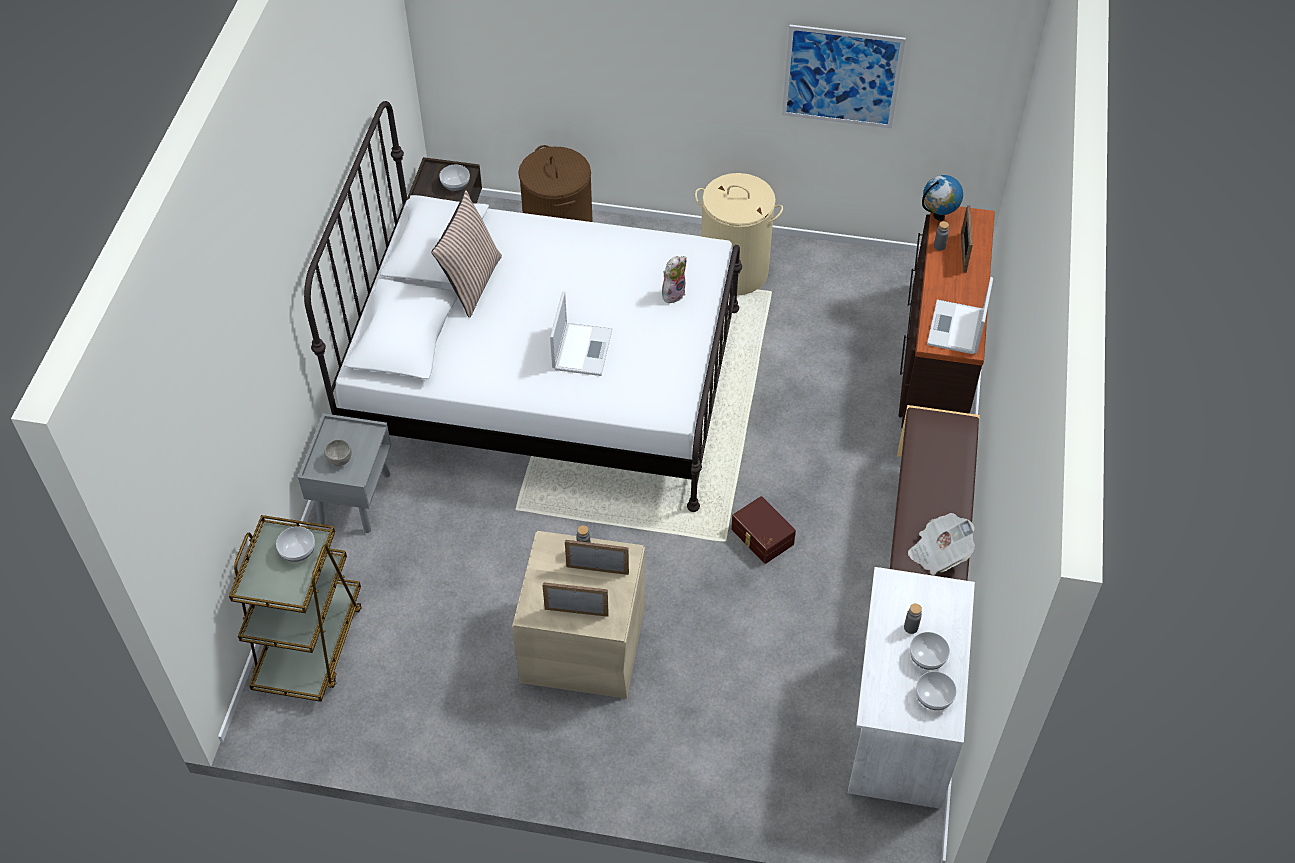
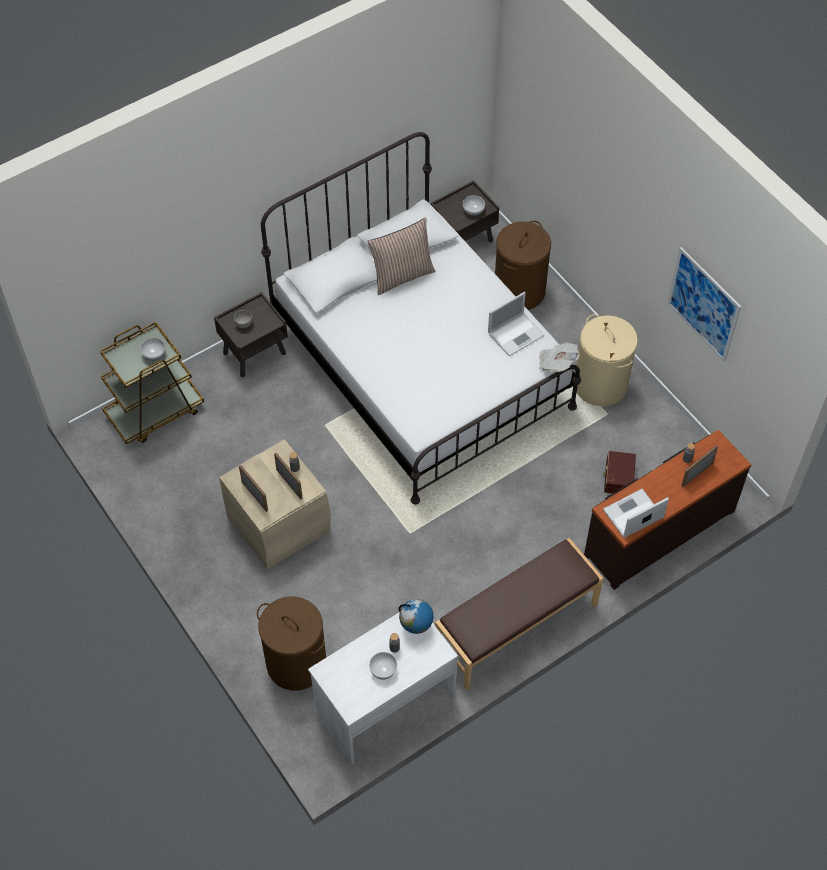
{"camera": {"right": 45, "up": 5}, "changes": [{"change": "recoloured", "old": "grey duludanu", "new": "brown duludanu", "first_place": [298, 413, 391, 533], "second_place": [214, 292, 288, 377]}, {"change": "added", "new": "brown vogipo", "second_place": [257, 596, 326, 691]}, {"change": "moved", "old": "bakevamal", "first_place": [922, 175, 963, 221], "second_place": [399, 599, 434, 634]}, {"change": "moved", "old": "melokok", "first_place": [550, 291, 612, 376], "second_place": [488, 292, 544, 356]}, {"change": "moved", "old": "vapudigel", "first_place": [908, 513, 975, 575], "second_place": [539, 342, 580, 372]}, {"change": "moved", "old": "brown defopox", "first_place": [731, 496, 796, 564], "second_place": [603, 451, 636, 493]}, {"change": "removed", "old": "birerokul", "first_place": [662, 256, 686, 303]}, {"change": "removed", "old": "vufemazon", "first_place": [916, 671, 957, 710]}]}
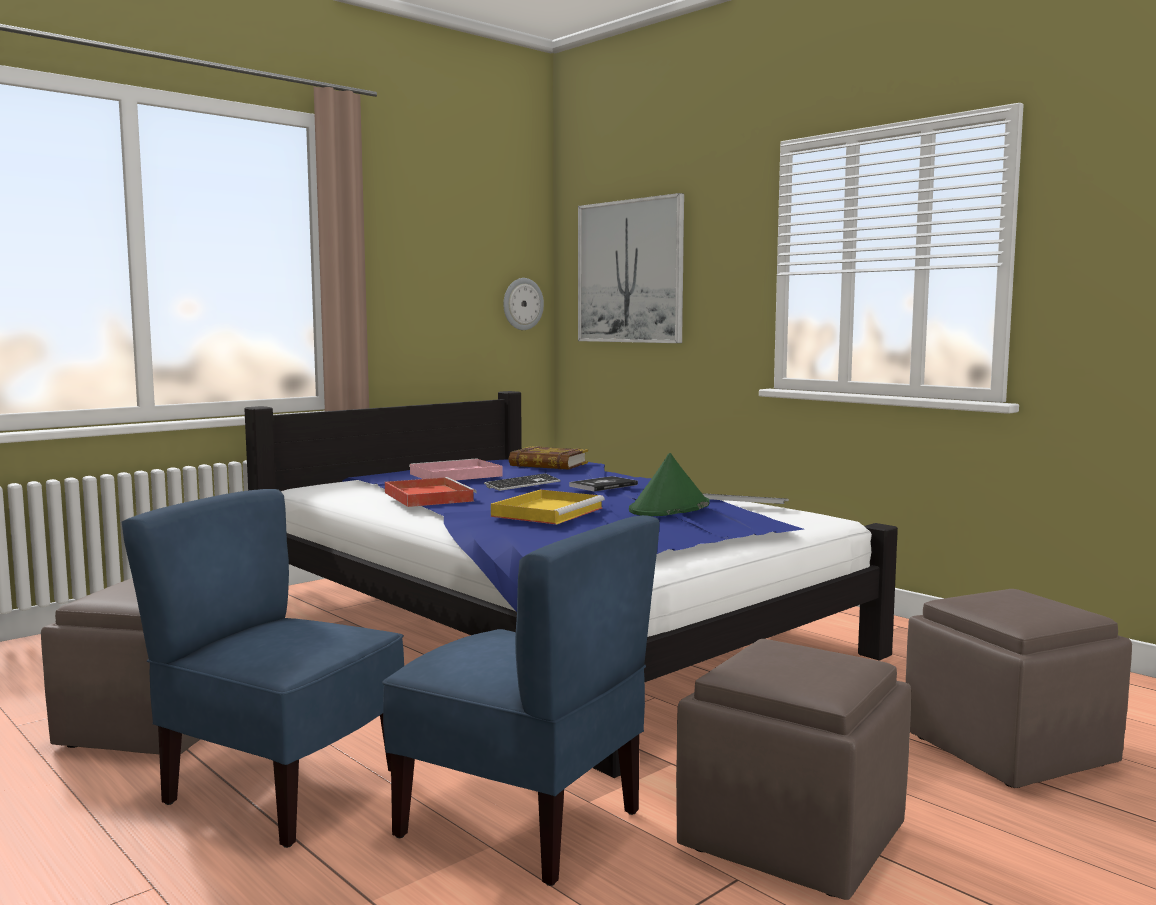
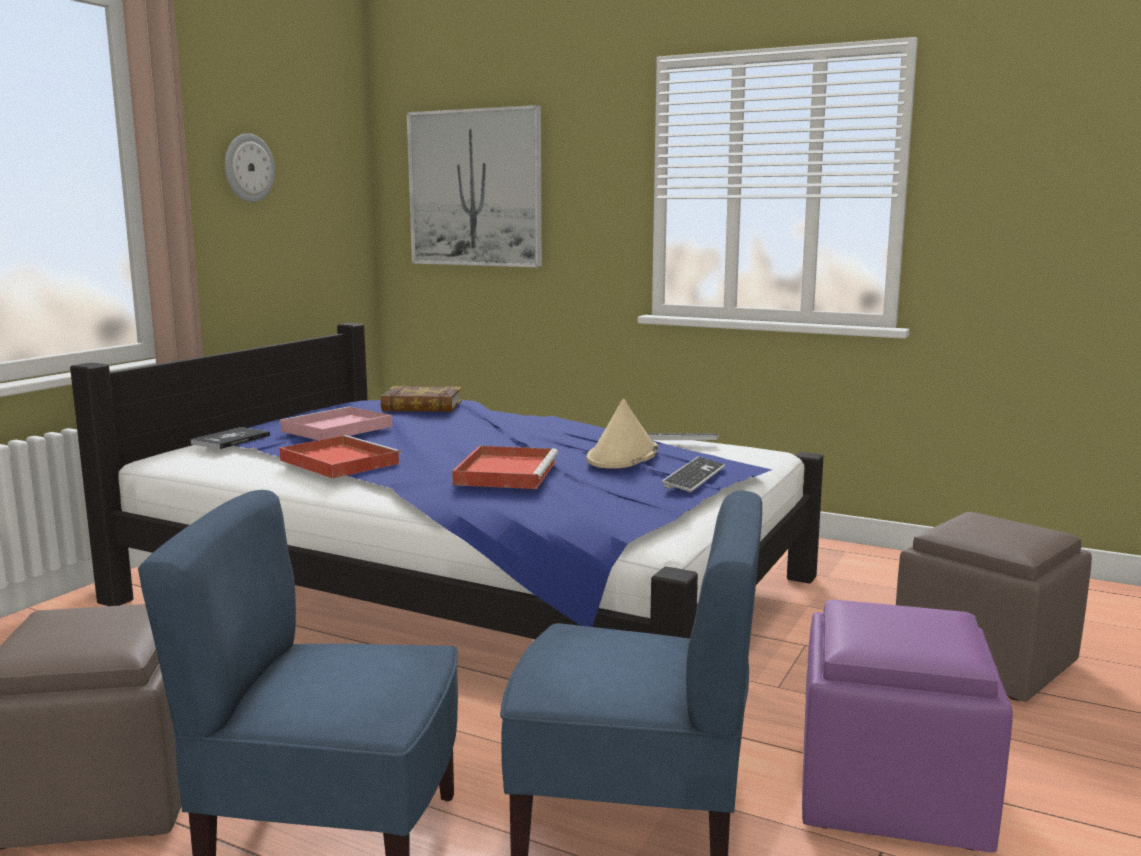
{"camera": {"right": -20, "up": 5}, "changes": [{"change": "moved", "old": "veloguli", "first_place": [569, 476, 638, 492], "second_place": [190, 427, 270, 449]}, {"change": "moved", "old": "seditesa", "first_place": [503, 278, 544, 330], "second_place": [225, 133, 275, 202]}, {"change": "recoloured", "old": "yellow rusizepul", "new": "red rusizepul", "first_place": [491, 490, 605, 525], "second_place": [452, 446, 558, 489]}, {"change": "recoloured", "old": "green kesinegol", "new": "beige kesinegol", "first_place": [629, 453, 710, 516], "second_place": [587, 399, 658, 469]}, {"change": "moved", "old": "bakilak", "first_place": [484, 473, 560, 491], "second_place": [662, 457, 725, 492]}, {"change": "recoloured", "old": "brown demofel", "new": "purple demofel", "first_place": [676, 639, 911, 900], "second_place": [802, 600, 1013, 853]}]}
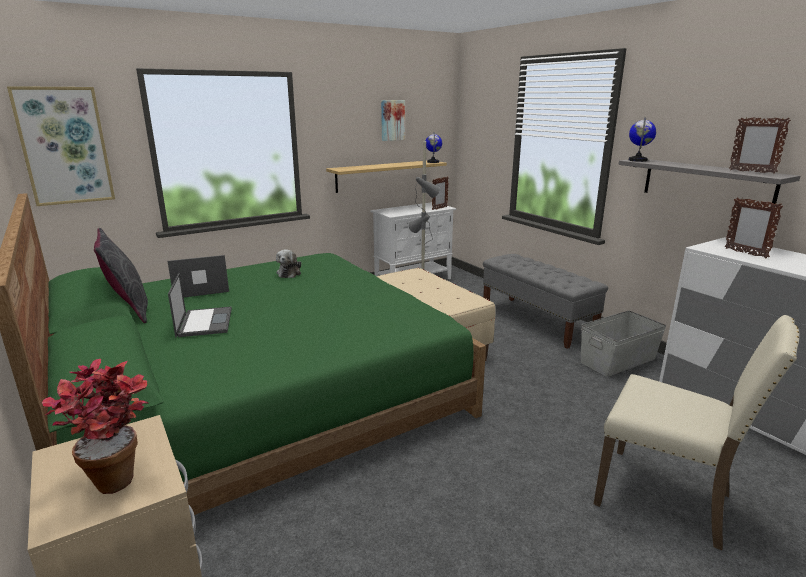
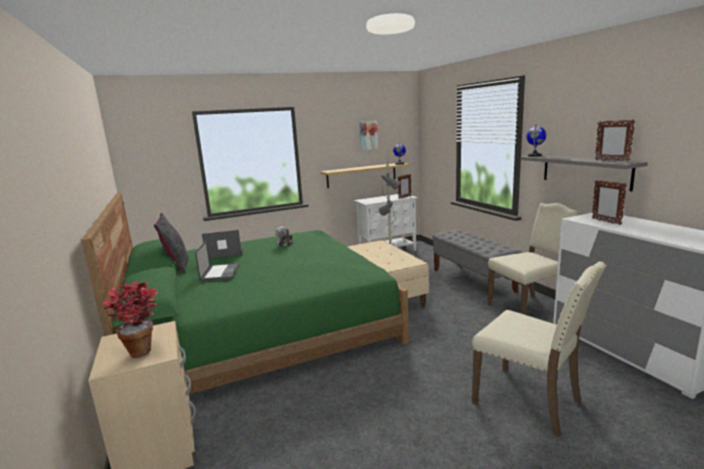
{"camera": {"right": 10, "up": -5}, "changes": [{"change": "replaced", "old": "grey defopox", "new": "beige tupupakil", "first_place": [581, 311, 666, 377], "second_place": [487, 203, 580, 315]}, {"change": "removed", "old": "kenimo", "first_place": [7, 86, 115, 206]}]}
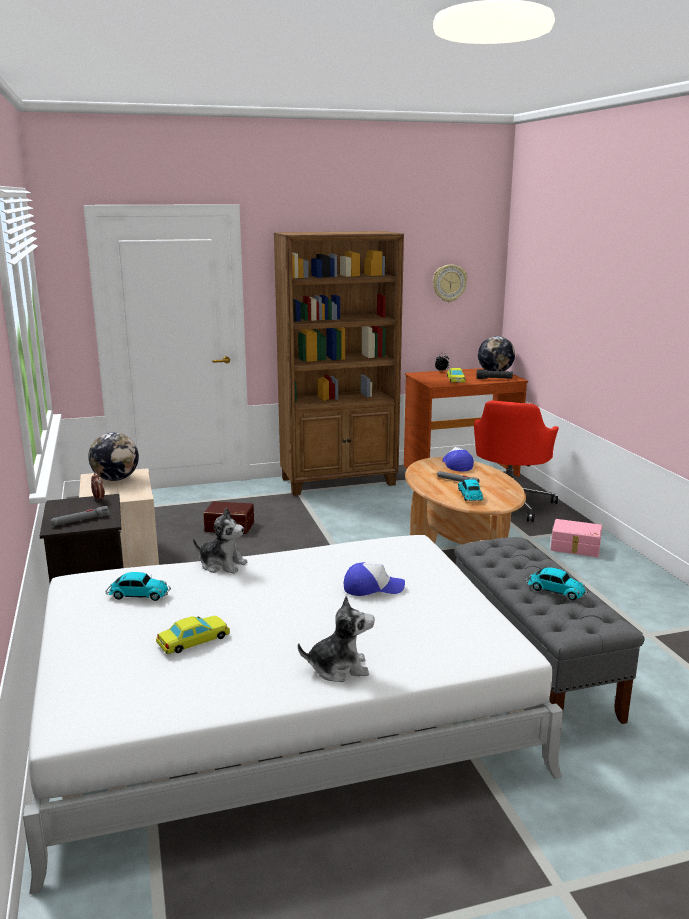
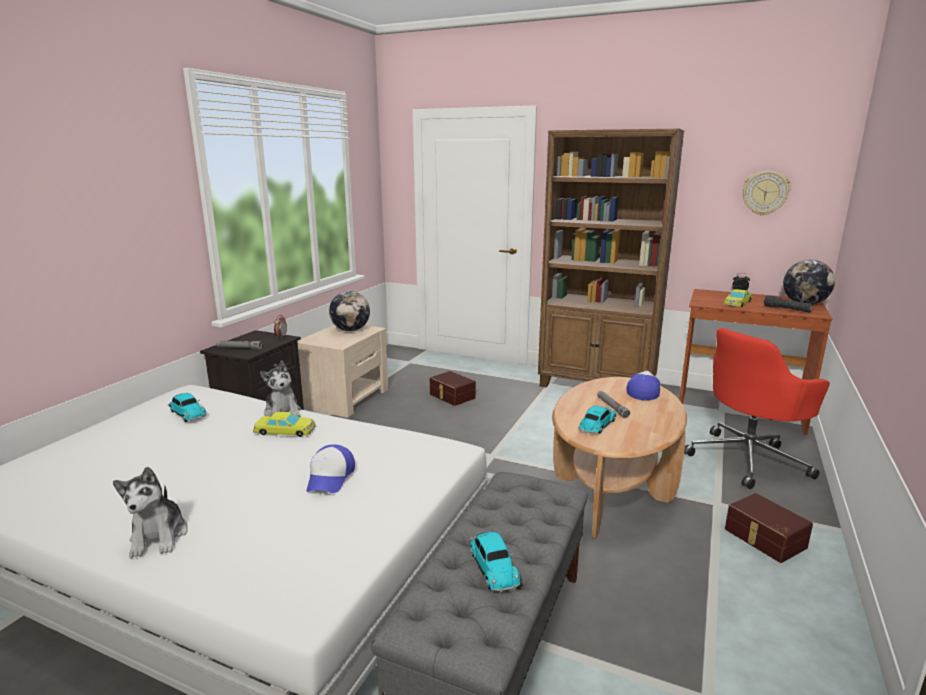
{"camera": {"right": 40, "up": 0}, "changes": [{"change": "turned", "old": "birerokul", "first_place": [298, 595, 375, 682], "second_place": [113, 467, 188, 558], "degrees": 45}, {"change": "moved", "old": "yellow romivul", "first_place": [156, 616, 230, 654], "second_place": [253, 412, 315, 437]}, {"change": "turned", "old": "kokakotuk", "first_place": [344, 562, 405, 596], "second_place": [307, 445, 355, 493], "degrees": 60}, {"change": "recoloured", "old": "pink defopox", "new": "brown defopox", "first_place": [551, 519, 602, 557], "second_place": [725, 493, 813, 563]}]}
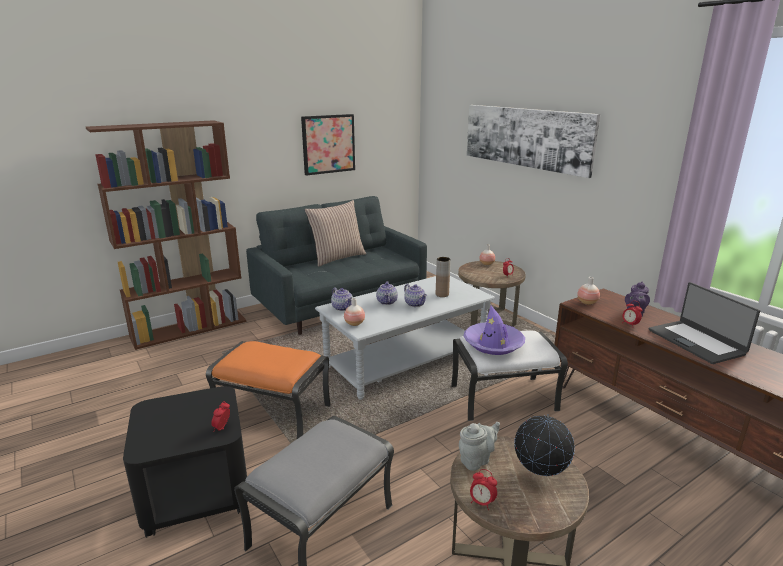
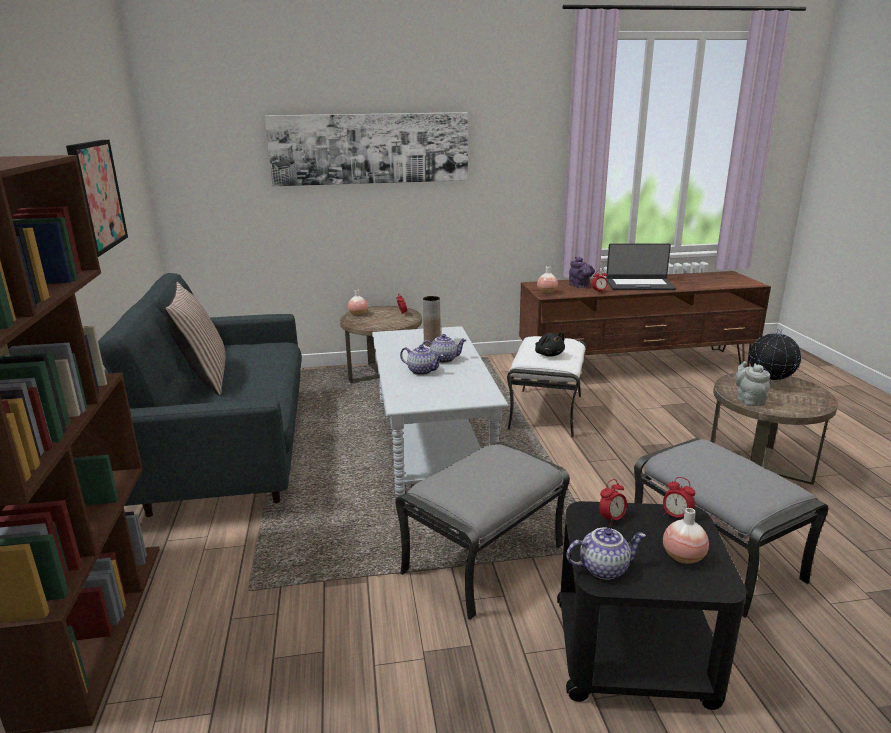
{"camera": {"right": -65, "up": 0}, "changes": [{"change": "recoloured", "old": "orange demofel", "new": "grey demofel", "first_place": [206, 341, 331, 439], "second_place": [396, 442, 570, 620]}, {"change": "replaced", "old": "purple kesinegol", "new": "black birerokul", "first_place": [463, 306, 525, 355], "second_place": [535, 332, 565, 357]}, {"change": "moved", "old": "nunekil", "first_place": [331, 288, 353, 311], "second_place": [566, 528, 646, 580]}, {"change": "moved", "old": "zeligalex", "first_place": [470, 469, 497, 510], "second_place": [599, 479, 627, 526]}, {"change": "moved", "old": "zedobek", "first_place": [344, 298, 365, 326], "second_place": [663, 508, 709, 564]}]}
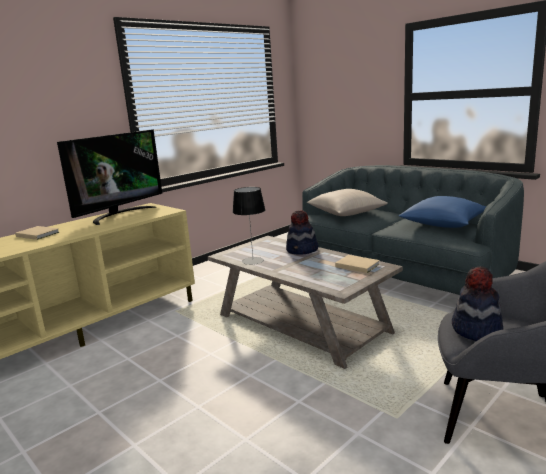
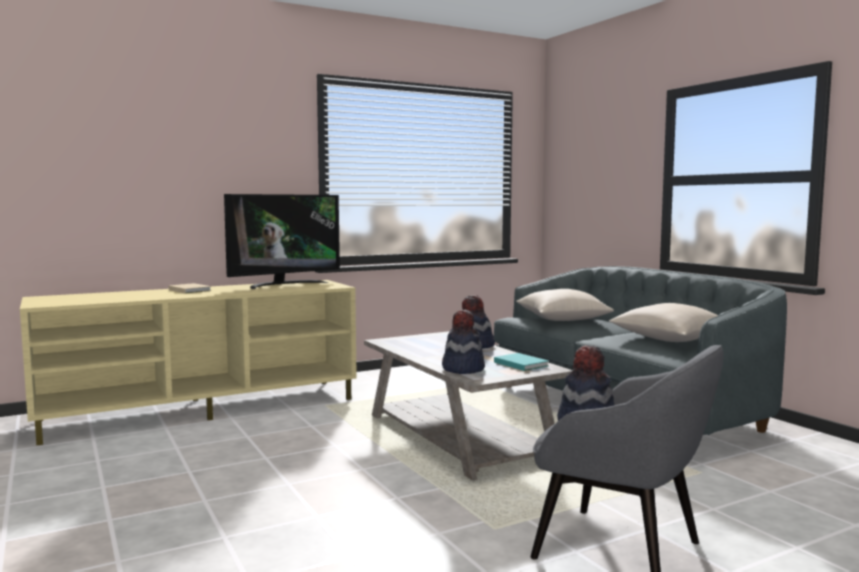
{"camera": {"right": 15, "up": -10}, "changes": [{"change": "added", "new": "kesinegol", "second_place": [442, 310, 485, 374]}, {"change": "recoloured", "old": "beige veloguli", "new": "turquoise veloguli", "first_place": [335, 255, 380, 273], "second_place": [494, 353, 548, 371]}, {"change": "recoloured", "old": "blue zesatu", "new": "beige zesatu", "first_place": [399, 196, 486, 228], "second_place": [609, 303, 718, 342]}, {"change": "removed", "old": "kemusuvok", "first_place": [233, 187, 265, 265]}]}
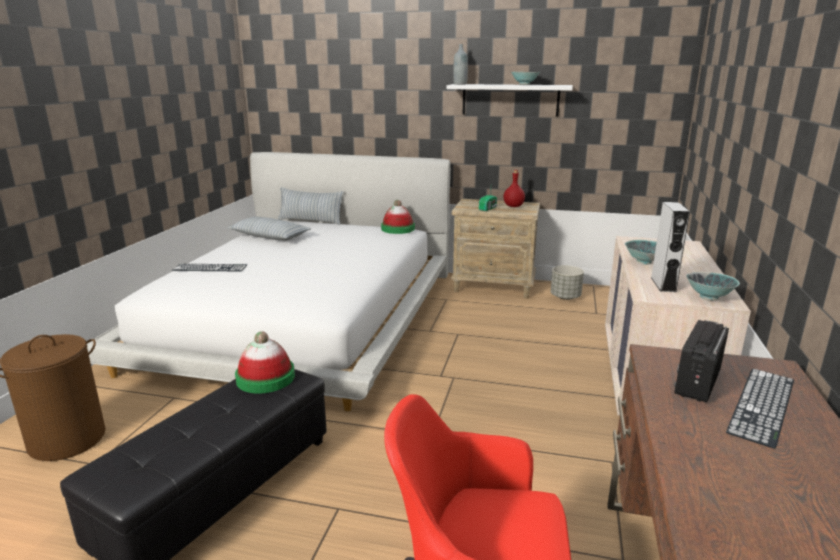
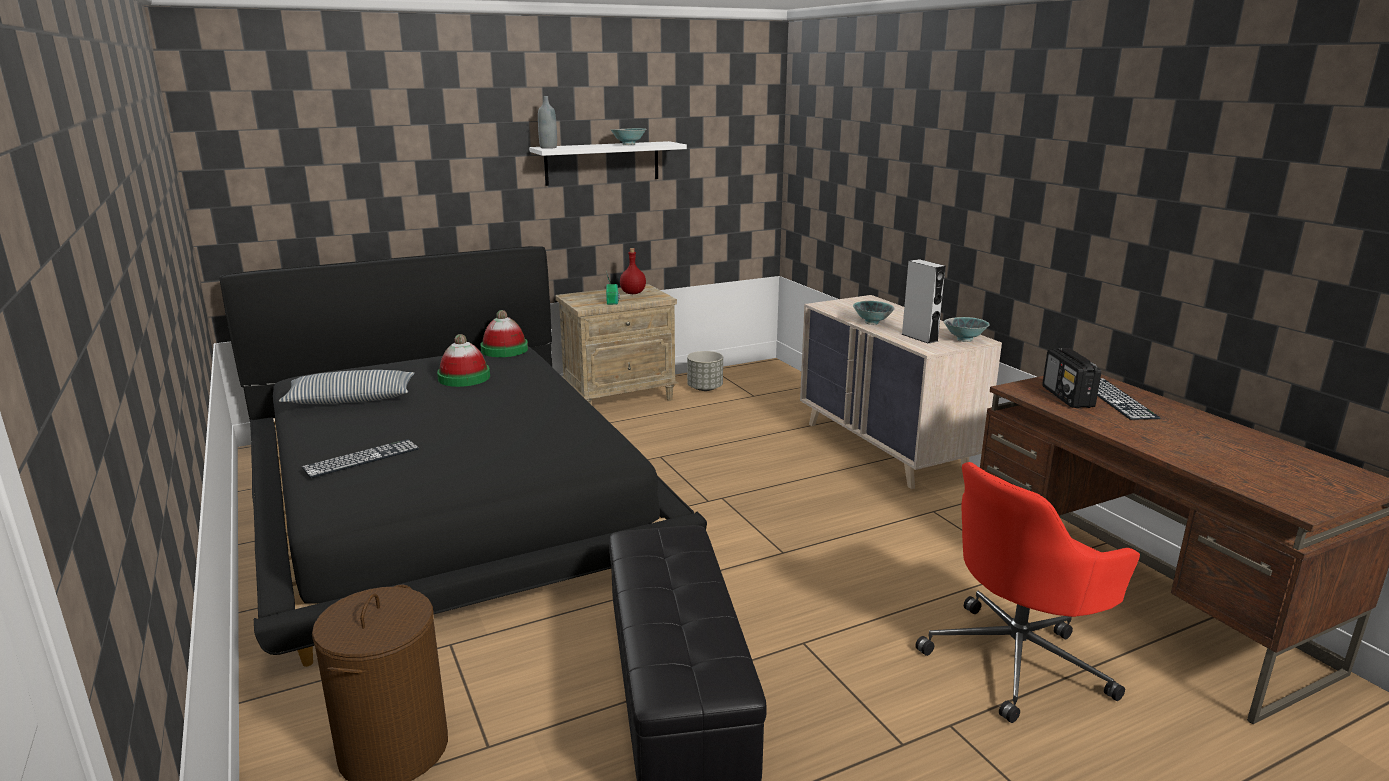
{"camera": {"right": -40, "up": 0}, "changes": [{"change": "recoloured", "old": "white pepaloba", "new": "black pepaloba", "first_place": [87, 152, 451, 411], "second_place": [220, 246, 707, 667]}, {"change": "moved", "old": "kesinegol", "first_place": [235, 331, 295, 394], "second_place": [437, 334, 490, 387]}, {"change": "removed", "old": "zesatu", "first_place": [278, 187, 344, 225]}]}
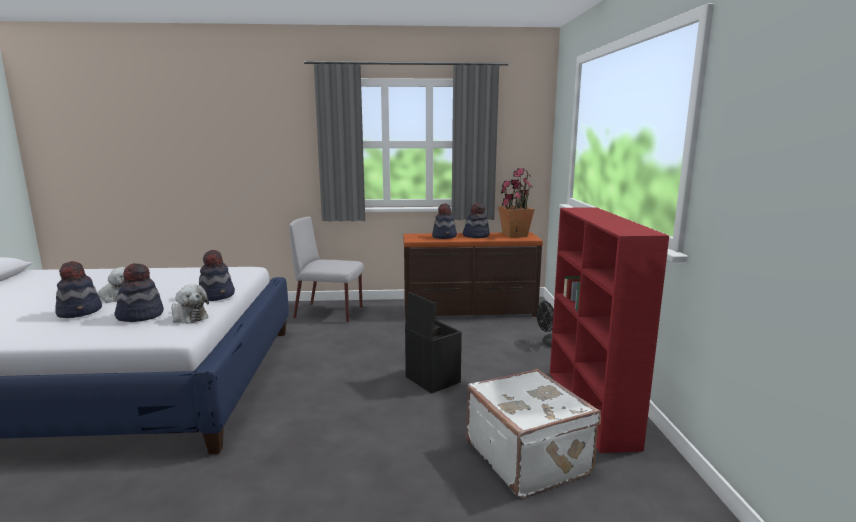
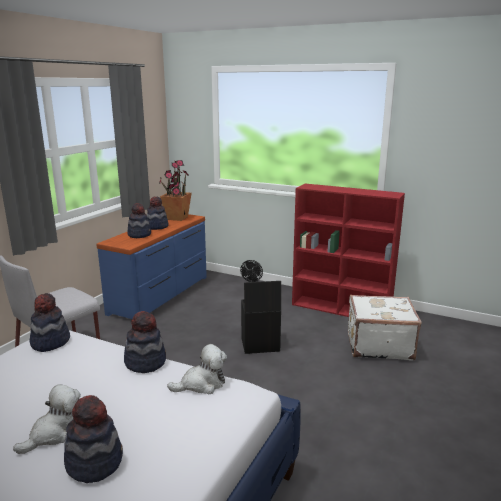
{"camera": {"right": -60, "up": 5}, "changes": [{"change": "moved", "old": "kesinegol", "first_place": [114, 263, 164, 322], "second_place": [29, 293, 70, 352]}, {"change": "recoloured", "old": "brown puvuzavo", "new": "blue puvuzavo", "first_place": [403, 232, 543, 319], "second_place": [96, 214, 207, 319]}]}
